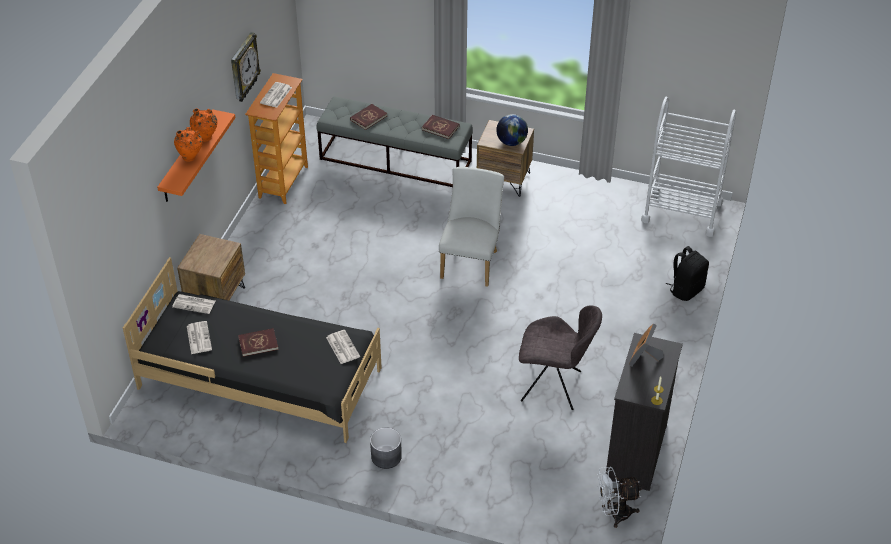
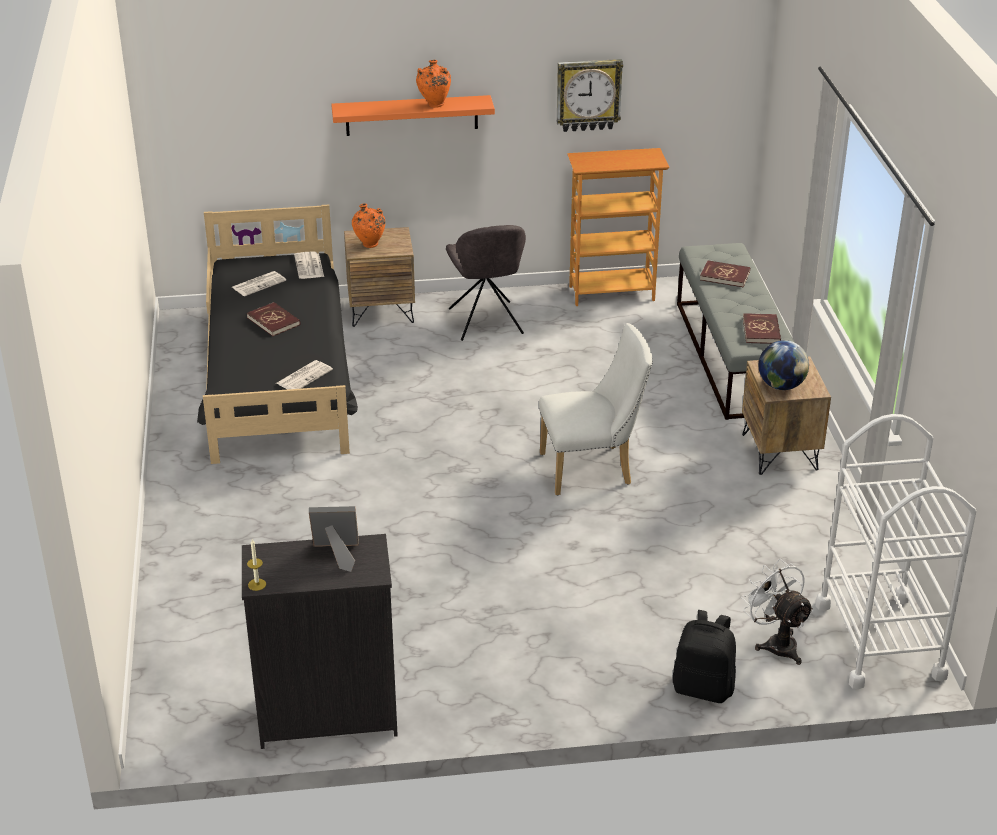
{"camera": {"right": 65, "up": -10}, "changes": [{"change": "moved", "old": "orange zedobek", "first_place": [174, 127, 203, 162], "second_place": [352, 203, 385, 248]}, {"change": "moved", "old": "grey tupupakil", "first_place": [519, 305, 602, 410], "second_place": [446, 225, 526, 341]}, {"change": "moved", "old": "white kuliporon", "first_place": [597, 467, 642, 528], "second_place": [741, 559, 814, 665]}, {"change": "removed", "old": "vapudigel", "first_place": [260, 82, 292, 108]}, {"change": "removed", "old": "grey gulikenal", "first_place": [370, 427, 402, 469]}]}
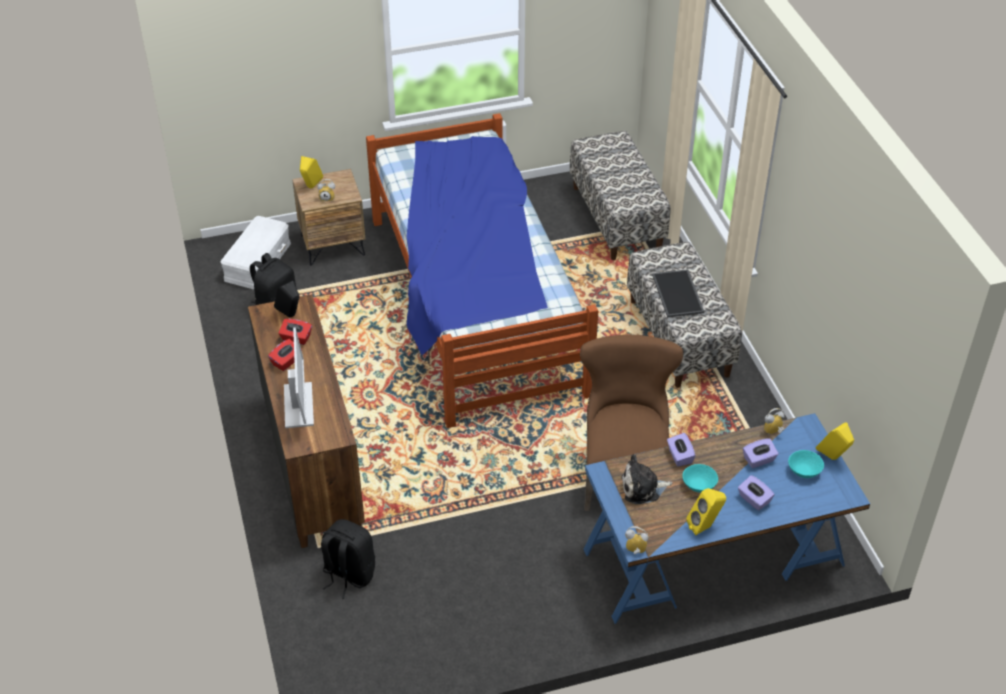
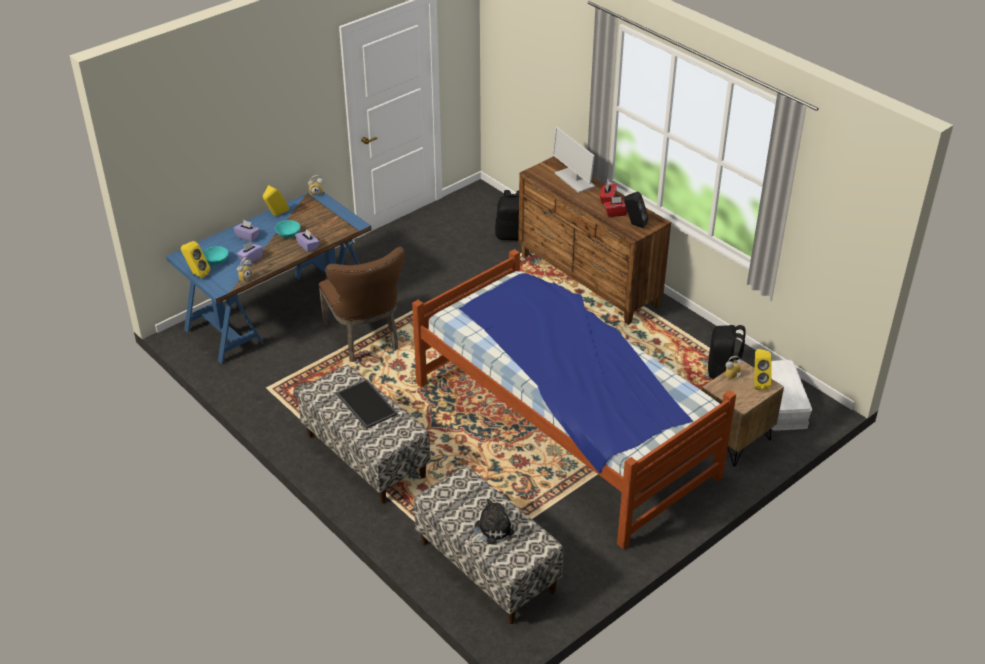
{"camera": {"right": 155, "up": -5}, "changes": [{"change": "moved", "old": "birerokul", "first_place": [621, 454, 672, 504], "second_place": [470, 499, 514, 544]}]}
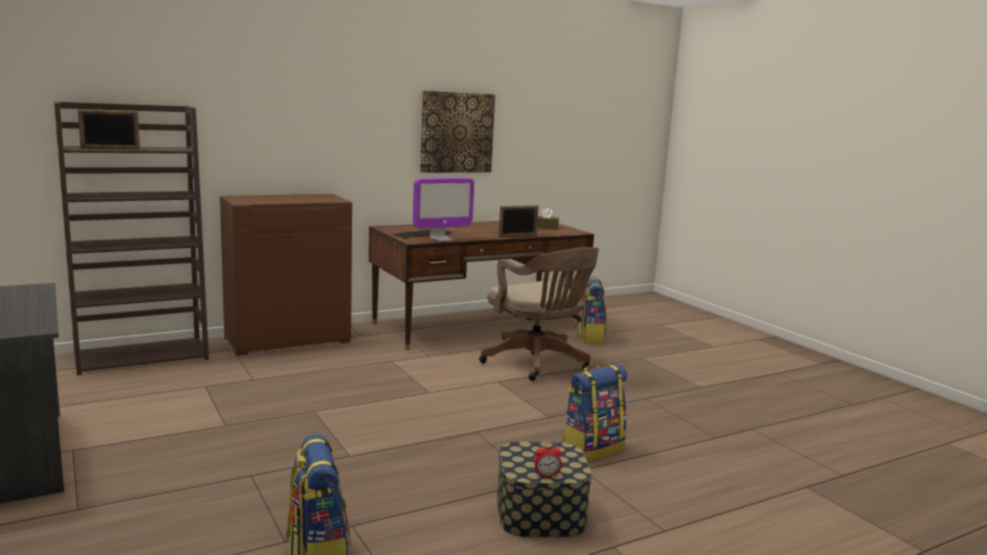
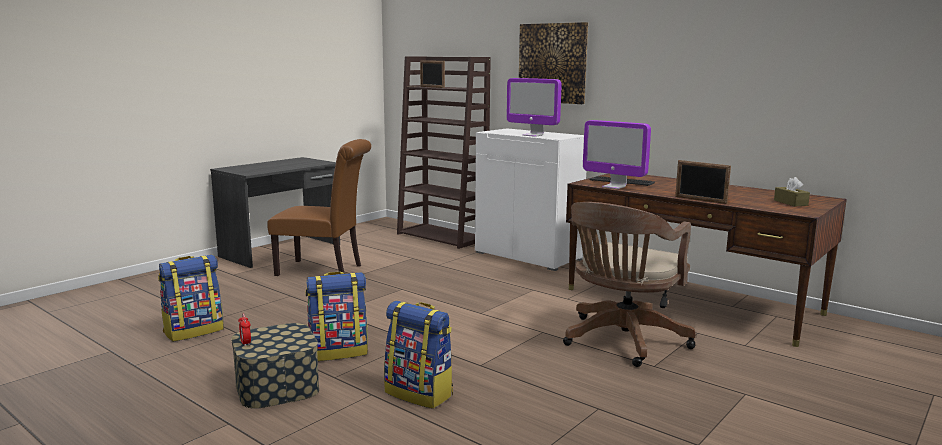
{"camera": {"right": 70, "up": 0}, "changes": [{"change": "added", "new": "brown tupupakil", "second_place": [267, 139, 371, 276]}, {"change": "moved", "old": "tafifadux", "first_place": [575, 277, 607, 344], "second_place": [305, 271, 368, 361]}, {"change": "recoloured", "old": "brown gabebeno", "new": "white gabebeno", "first_place": [220, 194, 352, 356], "second_place": [475, 129, 586, 271]}, {"change": "added", "new": "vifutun", "second_place": [507, 78, 562, 137]}, {"change": "moved", "old": "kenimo", "first_place": [420, 91, 495, 173], "second_place": [519, 22, 588, 104]}]}
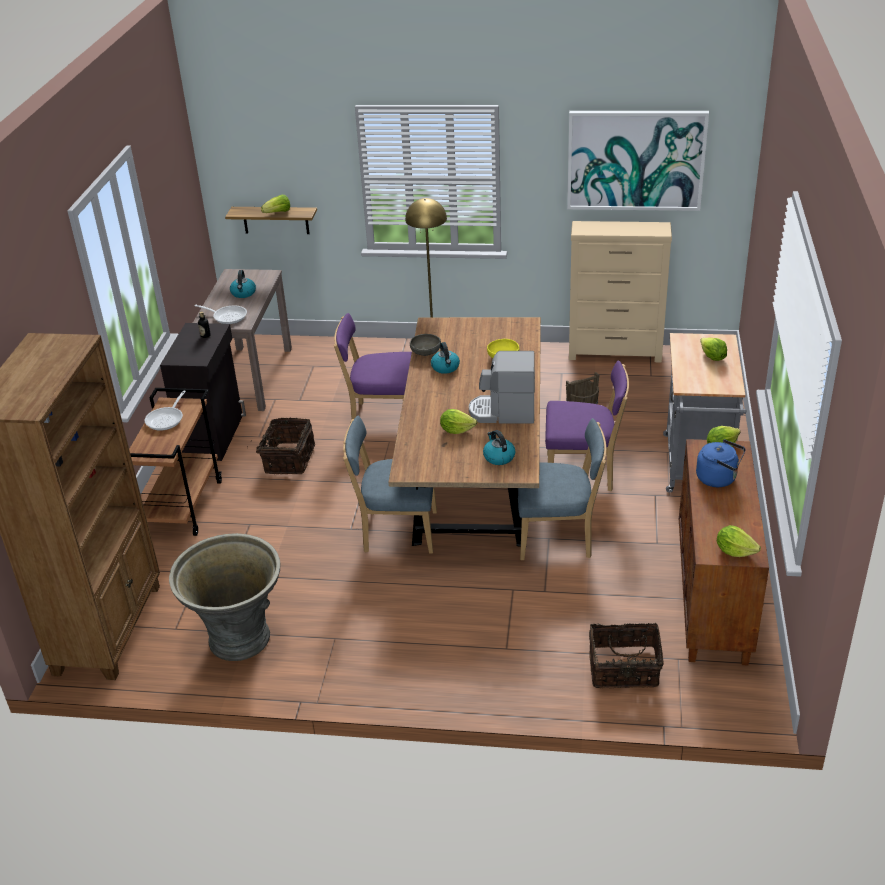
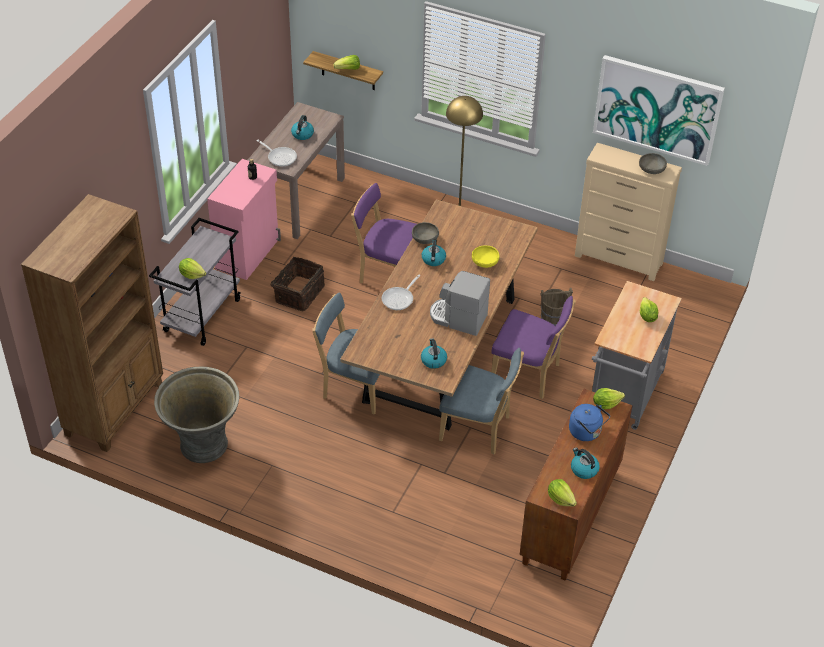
{"camera": {"right": 15, "up": 10}, "changes": [{"change": "recoloured", "old": "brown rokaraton", "new": "grey rokaraton", "first_place": [129, 388, 222, 536], "second_place": [149, 218, 241, 346]}, {"change": "moved", "old": "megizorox", "first_place": [440, 409, 477, 434], "second_place": [179, 258, 206, 279]}, {"change": "recoloured", "old": "black gabebeno", "new": "pink gabebeno", "first_place": [160, 323, 246, 461], "second_place": [207, 159, 281, 280]}, {"change": "moved", "old": "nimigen", "first_place": [145, 390, 186, 431], "second_place": [382, 274, 420, 310]}, {"change": "added", "new": "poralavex", "second_place": [571, 448, 600, 479]}, {"change": "added", "new": "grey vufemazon", "second_place": [639, 153, 667, 174]}, {"change": "removed", "old": "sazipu", "first_place": [589, 623, 664, 688]}]}
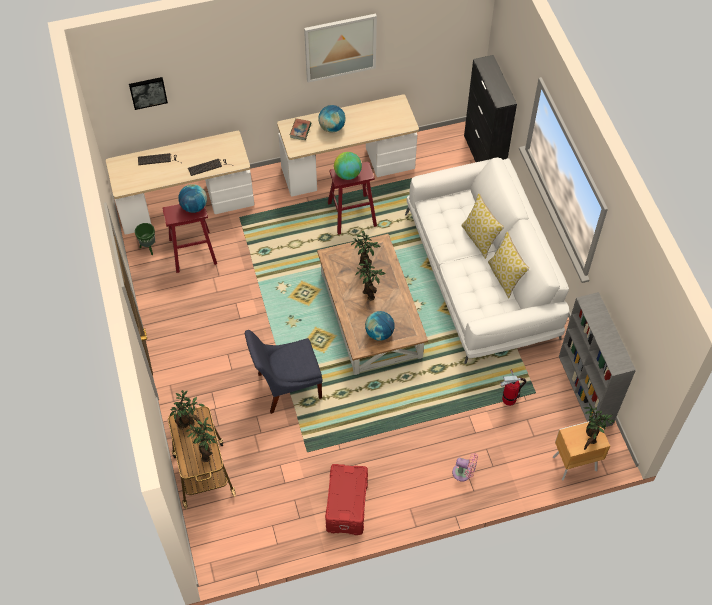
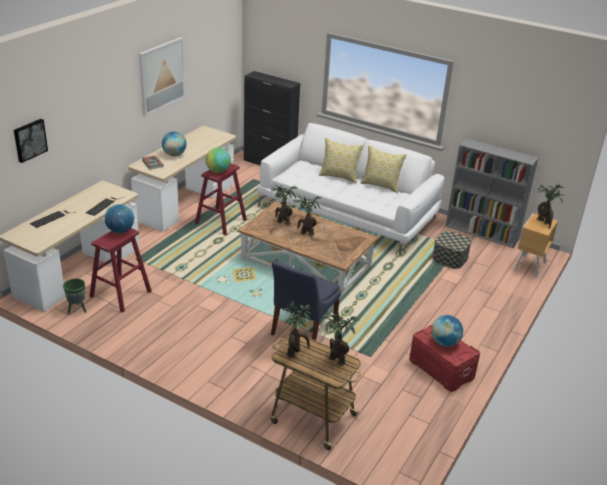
{"camera": {"right": -45, "up": -25}, "changes": [{"change": "moved", "old": "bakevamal", "first_place": [365, 311, 395, 341], "second_place": [431, 315, 463, 347]}, {"change": "replaced", "old": "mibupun", "new": "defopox", "first_place": [500, 369, 526, 406], "second_place": [432, 231, 472, 269]}, {"change": "removed", "old": "pink kuliporon", "first_place": [452, 453, 478, 481]}]}
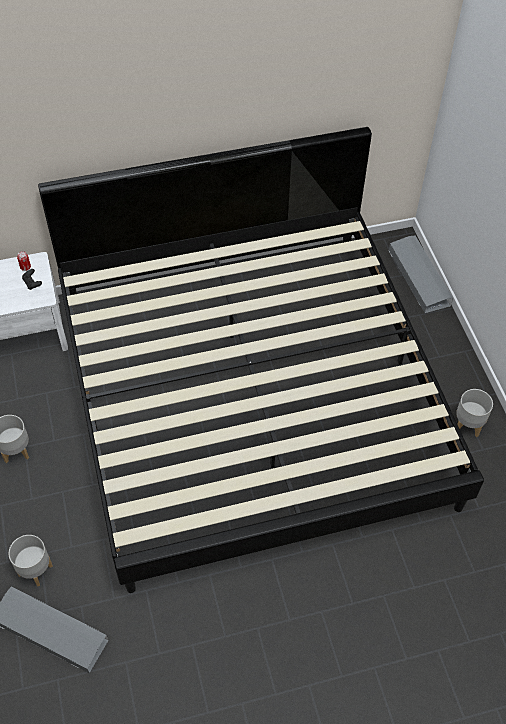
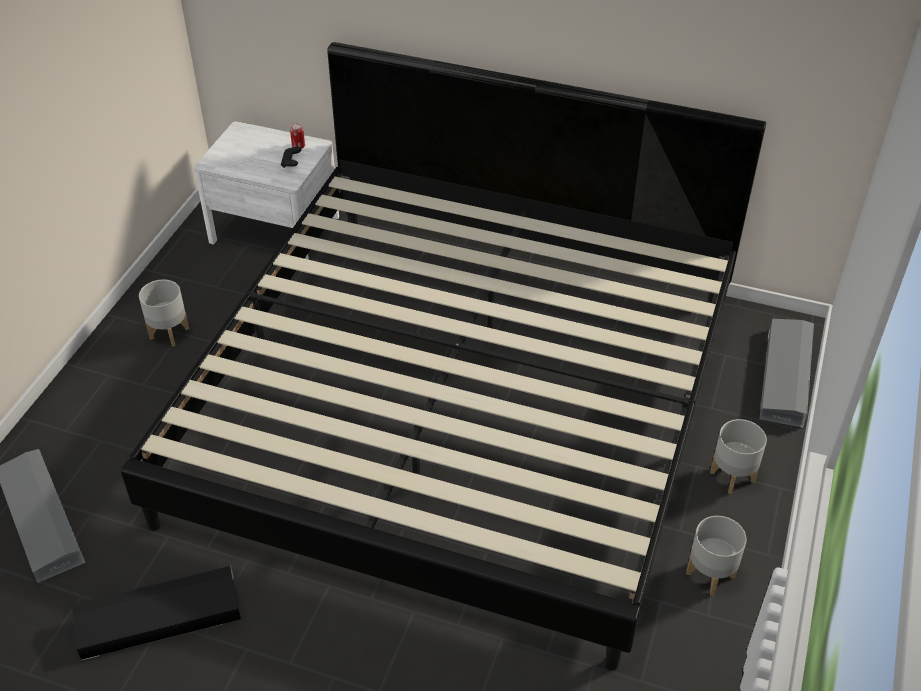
{"camera": {"right": 35, "up": -10}, "changes": [{"change": "added", "new": "black defopox", "second_place": [72, 566, 241, 661]}, {"change": "moved", "old": "grey gulikenal", "first_place": [9, 535, 53, 587], "second_place": [710, 419, 767, 494]}]}
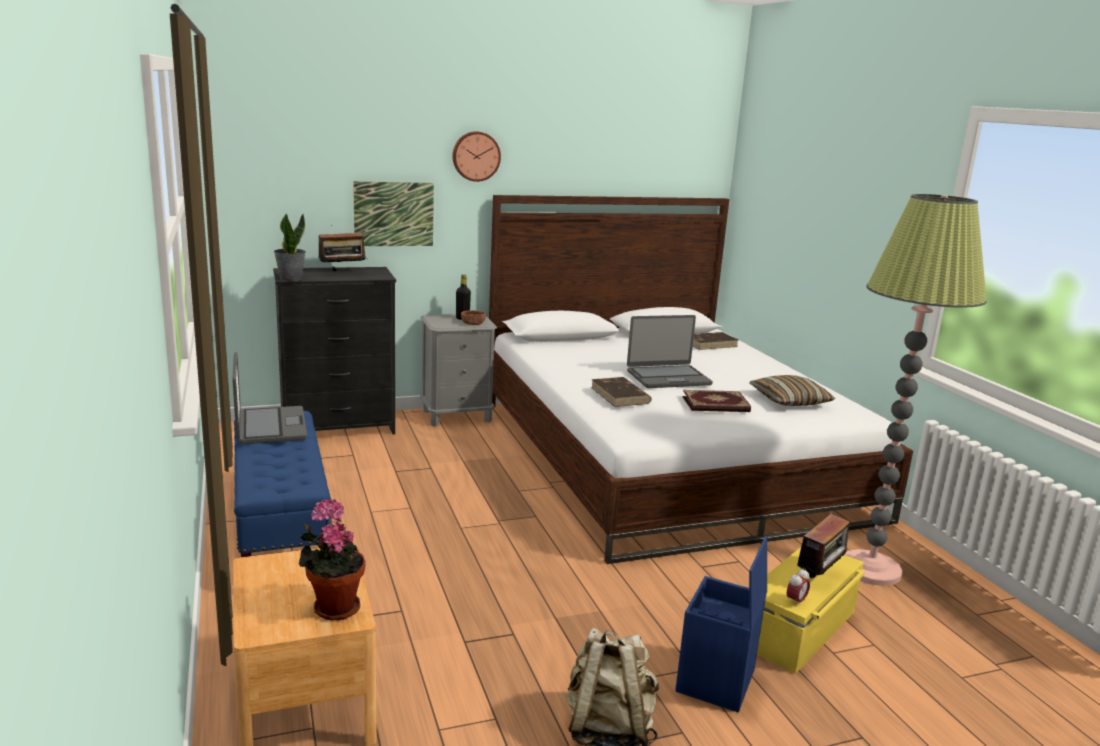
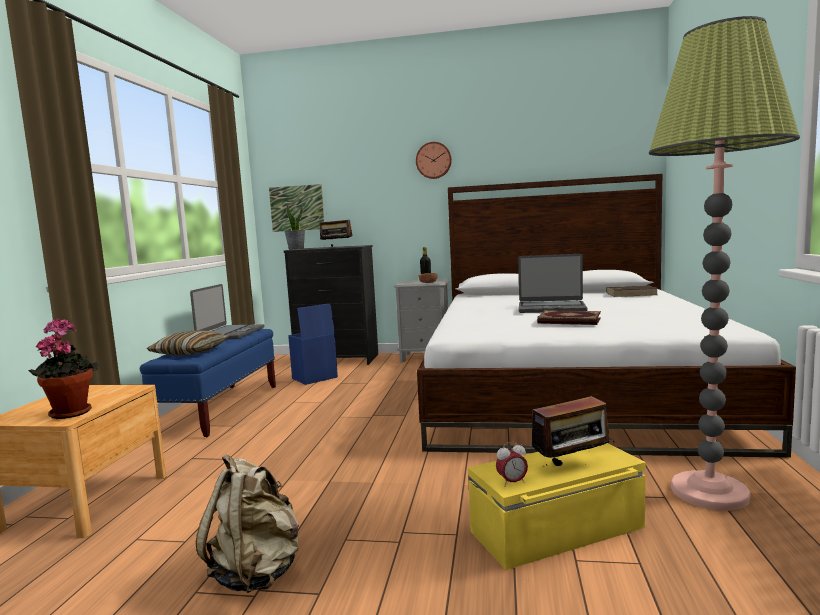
{"camera": {"right": 30, "up": -10}, "changes": [{"change": "moved", "old": "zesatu", "first_place": [749, 375, 835, 406], "second_place": [147, 330, 230, 355]}, {"change": "moved", "old": "kenimo", "first_place": [353, 181, 434, 246], "second_place": [269, 184, 324, 232]}, {"change": "moved", "old": "blue defopox", "first_place": [675, 536, 767, 713], "second_place": [288, 303, 338, 385]}, {"change": "removed", "old": "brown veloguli", "first_place": [591, 377, 652, 407]}]}
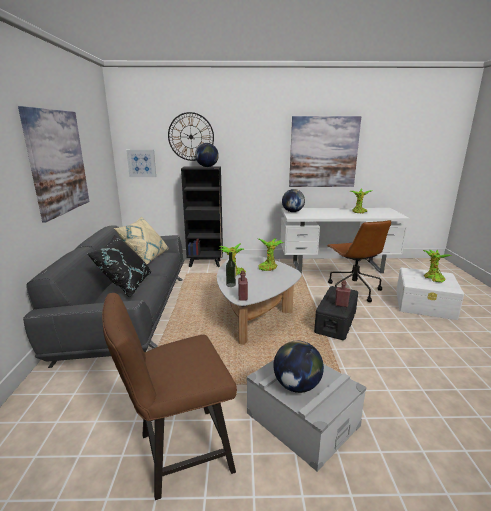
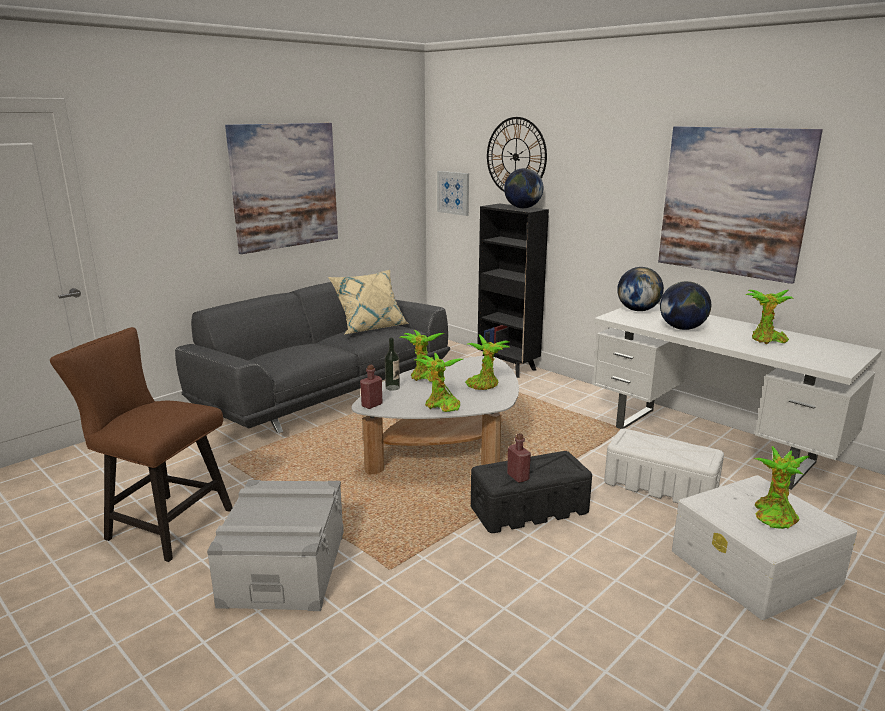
{"camera": {"right": 45, "up": 0}, "changes": [{"change": "added", "new": "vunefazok", "second_place": [415, 352, 463, 412]}, {"change": "replaced", "old": "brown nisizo", "new": "white defopox", "first_place": [327, 220, 391, 302], "second_place": [604, 429, 724, 503]}, {"change": "moved", "old": "bakevamal", "first_place": [273, 341, 324, 393], "second_place": [660, 281, 711, 330]}, {"change": "removed", "old": "black zesatu", "first_place": [88, 236, 151, 297]}]}
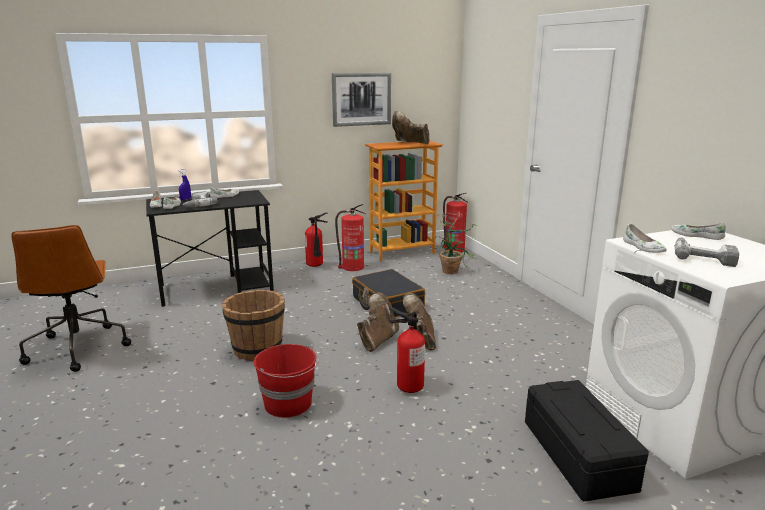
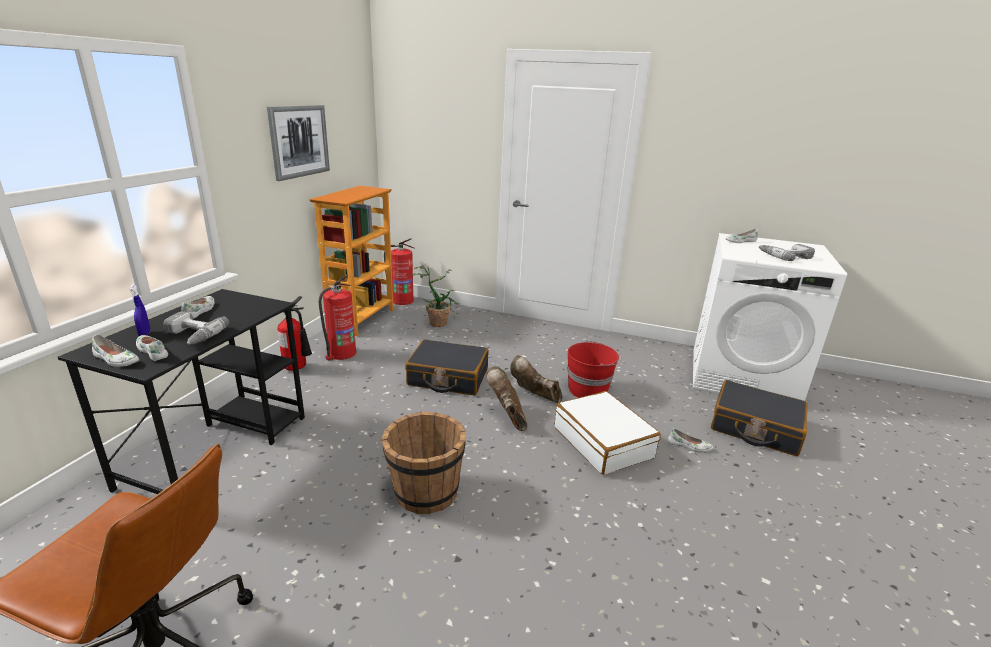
{"camera": {"right": -50, "up": 5}, "changes": [{"change": "replaced", "old": "mibupun", "new": "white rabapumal", "first_place": [389, 307, 425, 393], "second_place": [555, 391, 661, 475]}, {"change": "moved", "old": "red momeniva", "first_place": [254, 344, 319, 418], "second_place": [567, 341, 621, 398]}, {"change": "moved", "old": "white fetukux", "first_place": [623, 224, 667, 253], "second_place": [668, 428, 713, 452]}, {"change": "replaced", "old": "black defopox", "new": "black rabapumal", "first_place": [525, 380, 649, 502], "second_place": [711, 380, 808, 456]}, {"change": "removed", "old": "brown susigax", "first_place": [392, 111, 430, 144]}]}
